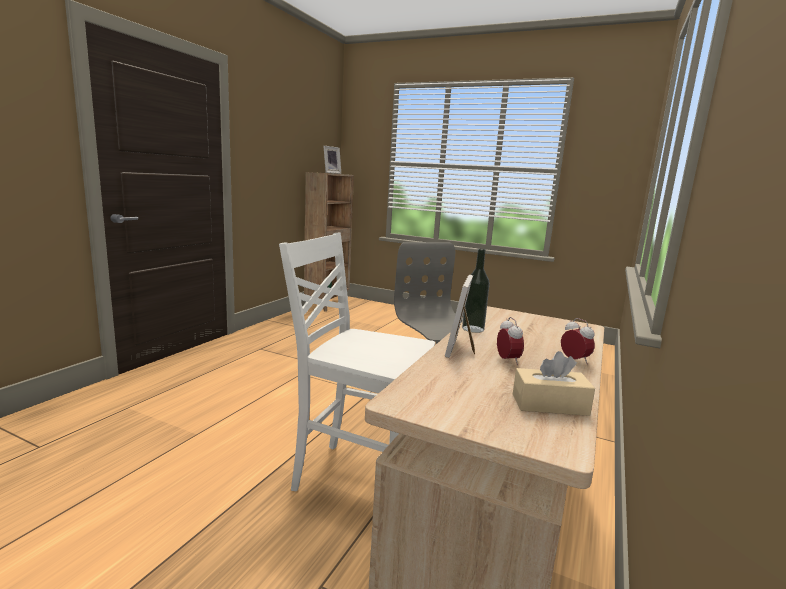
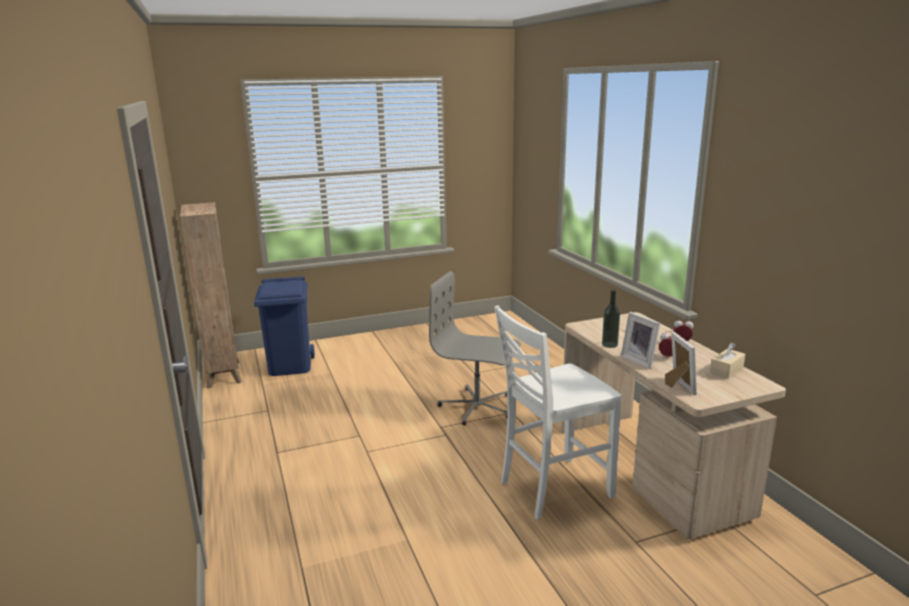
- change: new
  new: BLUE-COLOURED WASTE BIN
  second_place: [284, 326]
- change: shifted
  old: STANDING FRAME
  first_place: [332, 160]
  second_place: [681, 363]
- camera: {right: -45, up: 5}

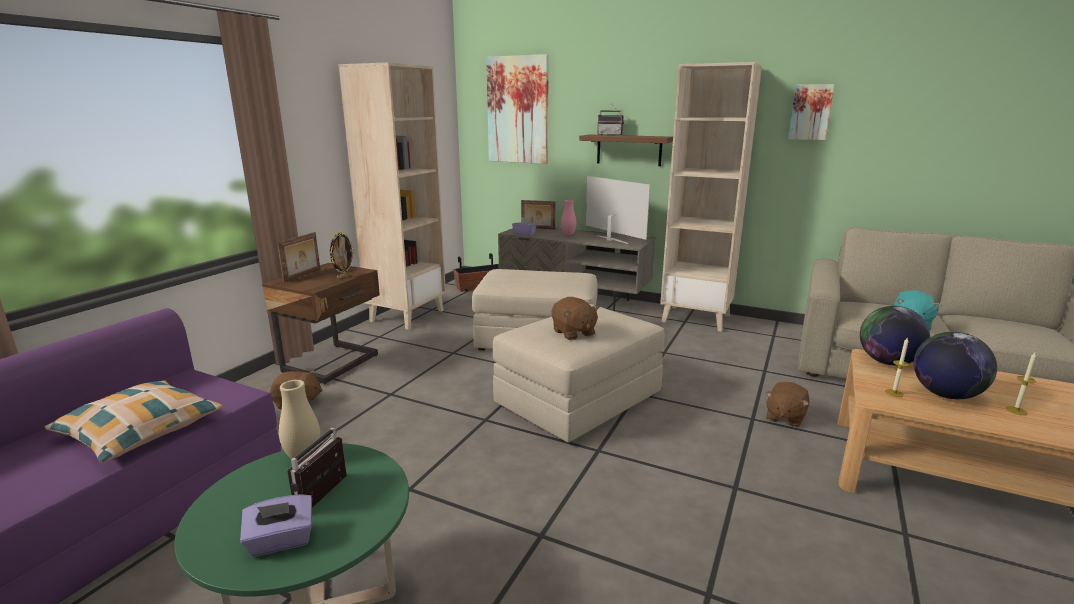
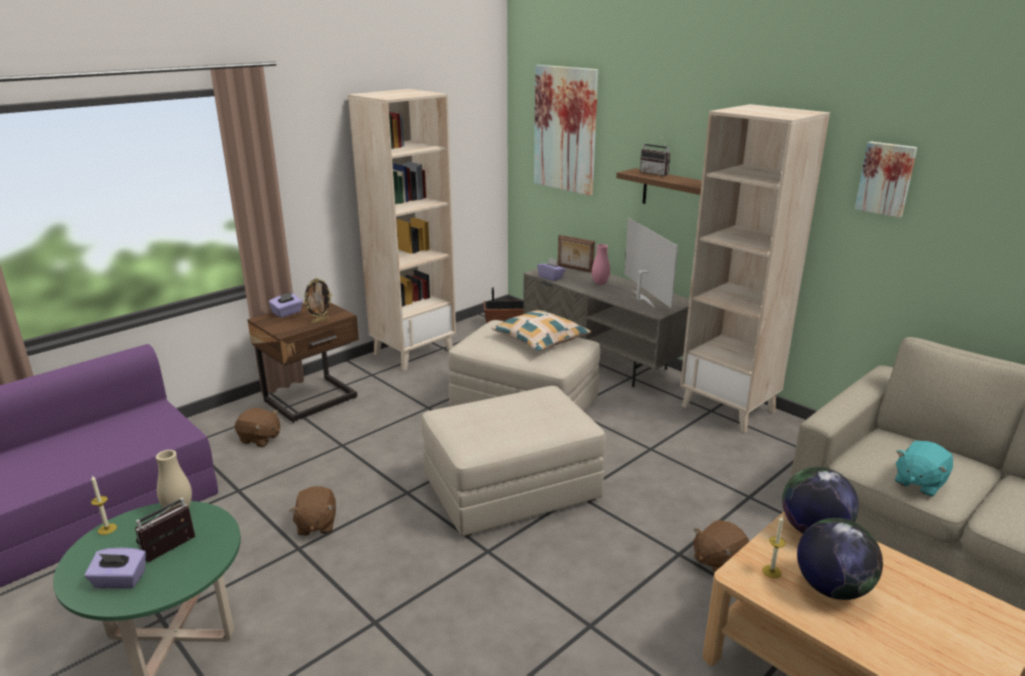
- change: shifted
  old: CUSHION
  first_place: [134, 421]
  second_place: [541, 331]
- change: shifted
  old: BROWNISH PLUSH TOY
  first_place: [575, 318]
  second_place: [313, 511]
- change: shifted
  old: CANDLE
  first_place: [1020, 384]
  second_place: [104, 505]
- change: swapped
  old: STANDING FRAME
  new: PURPLE TISSUE BOX
  first_place: [298, 257]
  second_place: [286, 305]
- camera: {right: 20, up: 5}

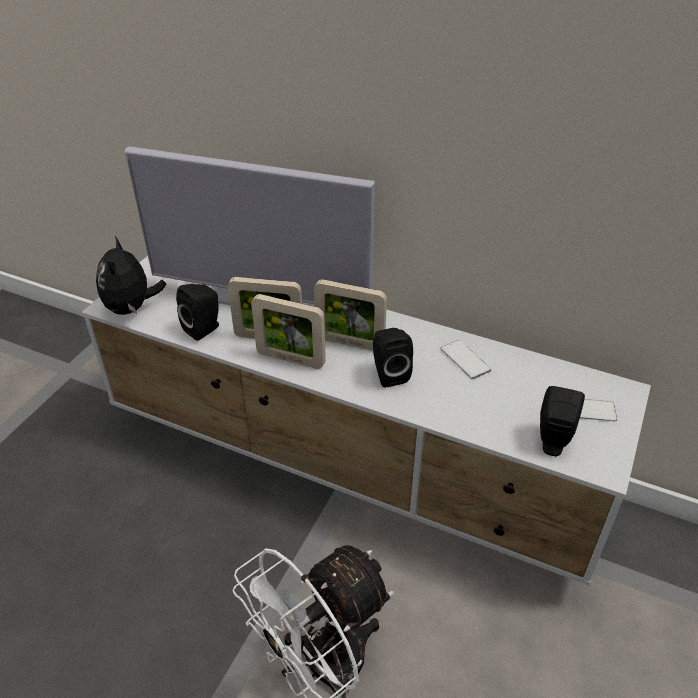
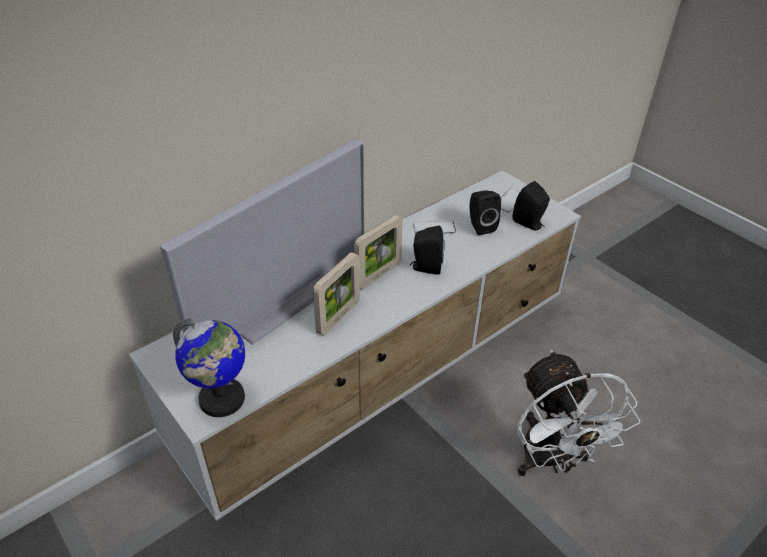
- change: gone
  old: STANDING FRAME
  first_place: [288, 331]
- change: shifted
  old: BLACK-COLOURED AUDIO SPEAKER
  first_place: [197, 312]
  second_place: [485, 212]
- change: swapped
  old: PLUSH TOY
  new: DESK GLOBE
  first_place: [131, 275]
  second_place: [209, 367]
- camera: {right: -65, up: 0}

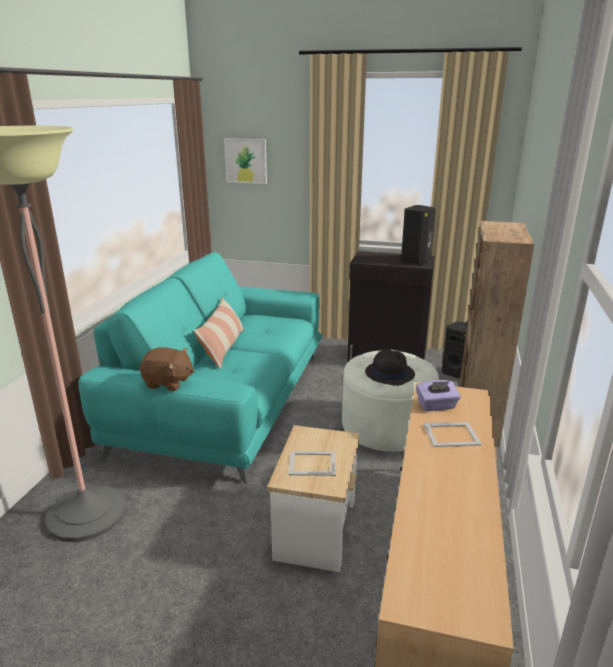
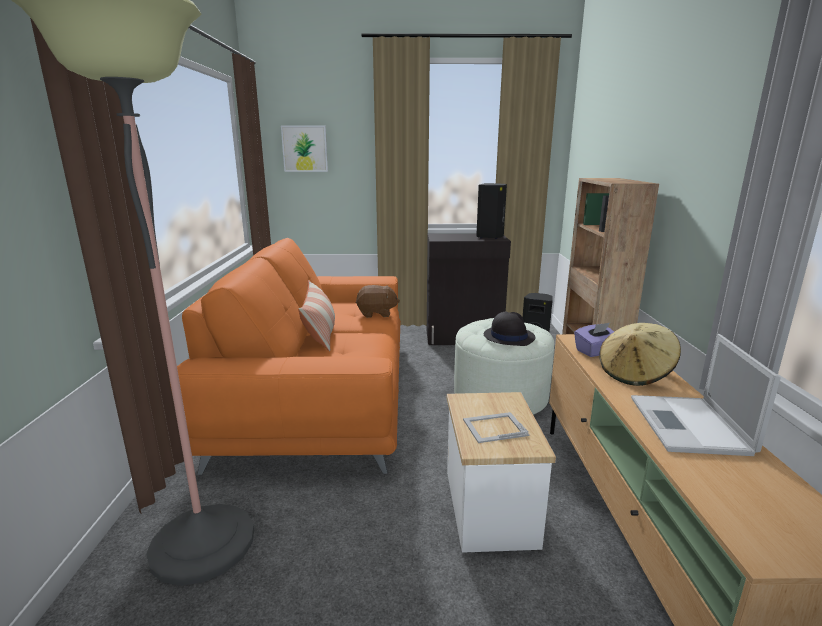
- change: new
  new: NOTEBOOK COMPUTER
  second_place: [706, 395]
- change: shifted
  old: BROWNISH PLUSH TOY
  first_place: [167, 369]
  second_place: [378, 301]
- change: swapped
  old: STANDING FRAME
  new: BEIGE-COLOURED HAT
  first_place: [453, 434]
  second_place: [640, 354]
- change: repainted
  old: BLUE-GREEN SOFA
  new: ORANGE SOFA
  first_place: [200, 368]
  second_place: [285, 356]
- camera: {right: -15, up: -5}

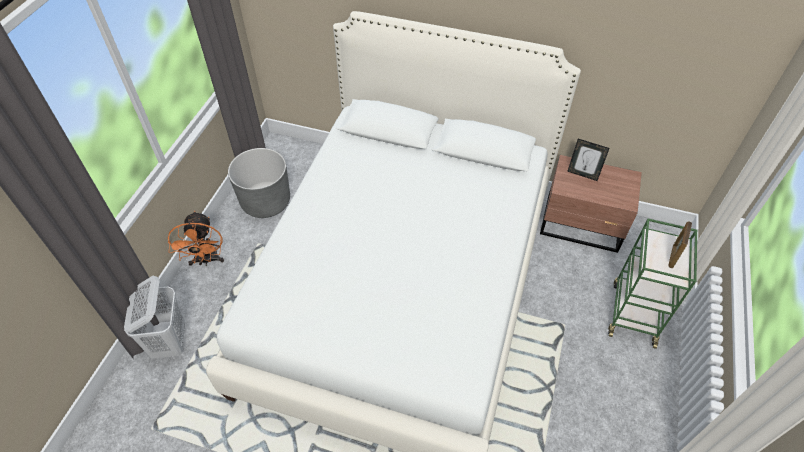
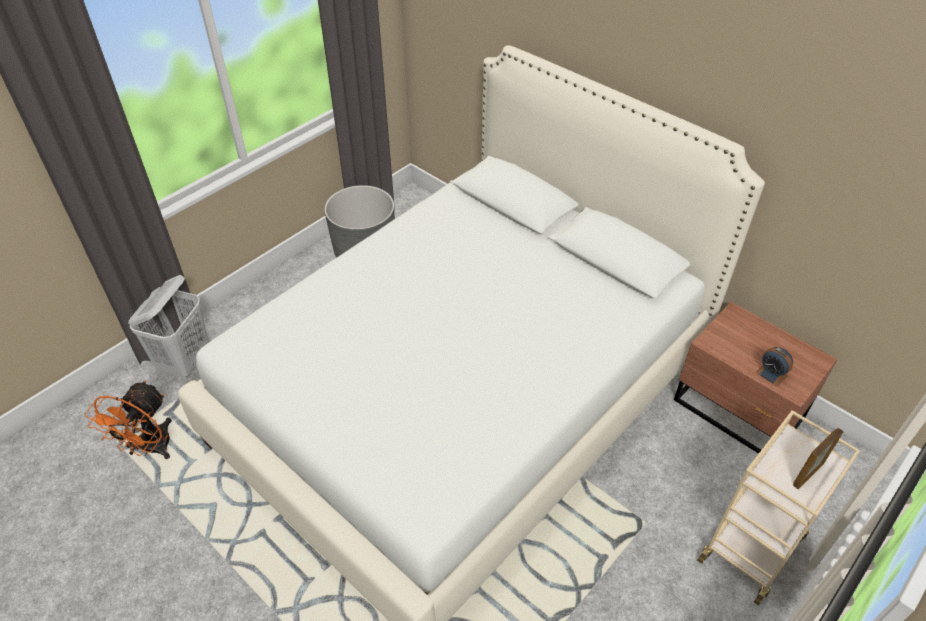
- change: gone
  old: STANDING FRAME
  first_place: [588, 160]
- change: new
  new: BEDSIDE CLOCK
  second_place: [774, 367]
- change: shifted
  old: ORANGE ELECTRIC FAN
  first_place: [196, 238]
  second_place: [128, 419]
- change: repainted
  old: GREEN-COLOURED WHEELED CART
  new: BEIGE-COLOURED WHEELED CART
  first_place: [652, 283]
  second_place: [778, 507]
- camera: {right: 25, up: -5}

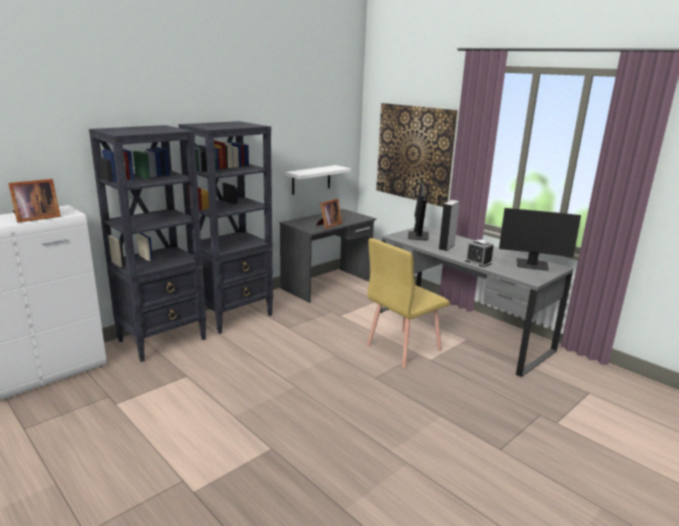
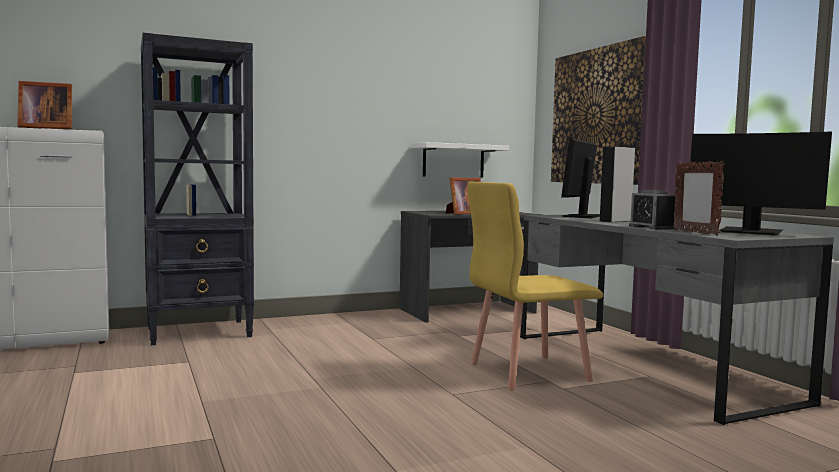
- change: gone
  old: BLACK-COLOURED BOOKCASE
  first_place: [225, 227]
- change: new
  new: STANDING FRAME
  second_place: [699, 198]
- camera: {right: 20, up: -15}

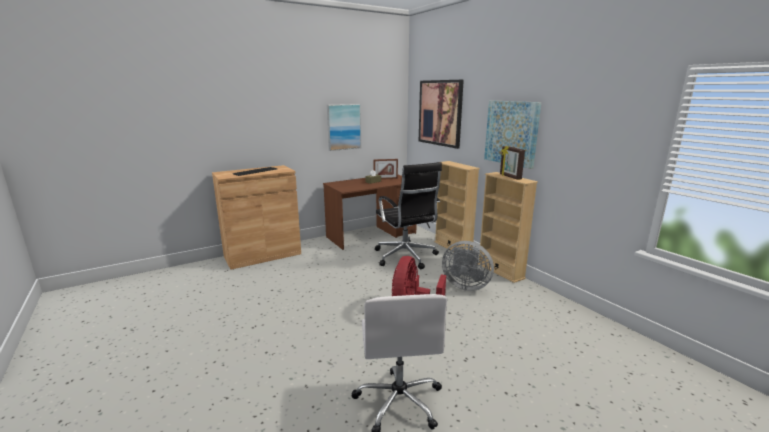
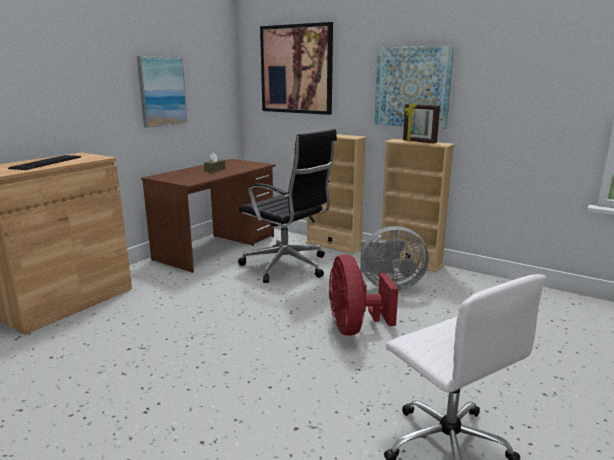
- change: gone
  old: STANDING FRAME
  first_place: [385, 169]
- camera: {right: -25, up: 0}

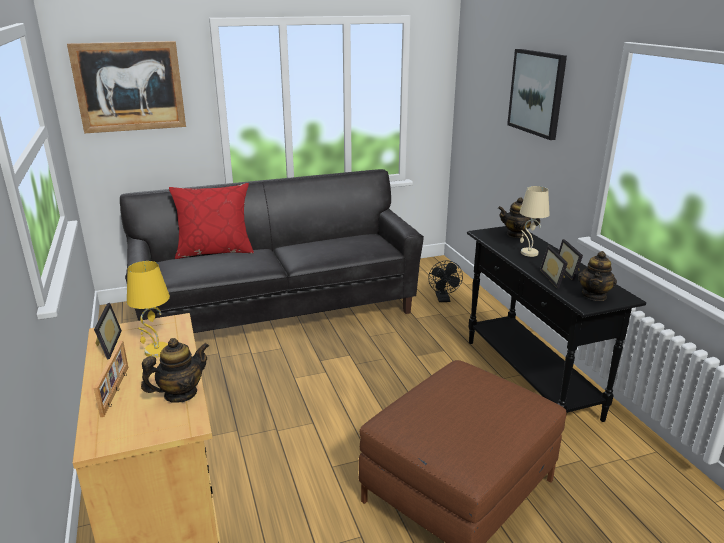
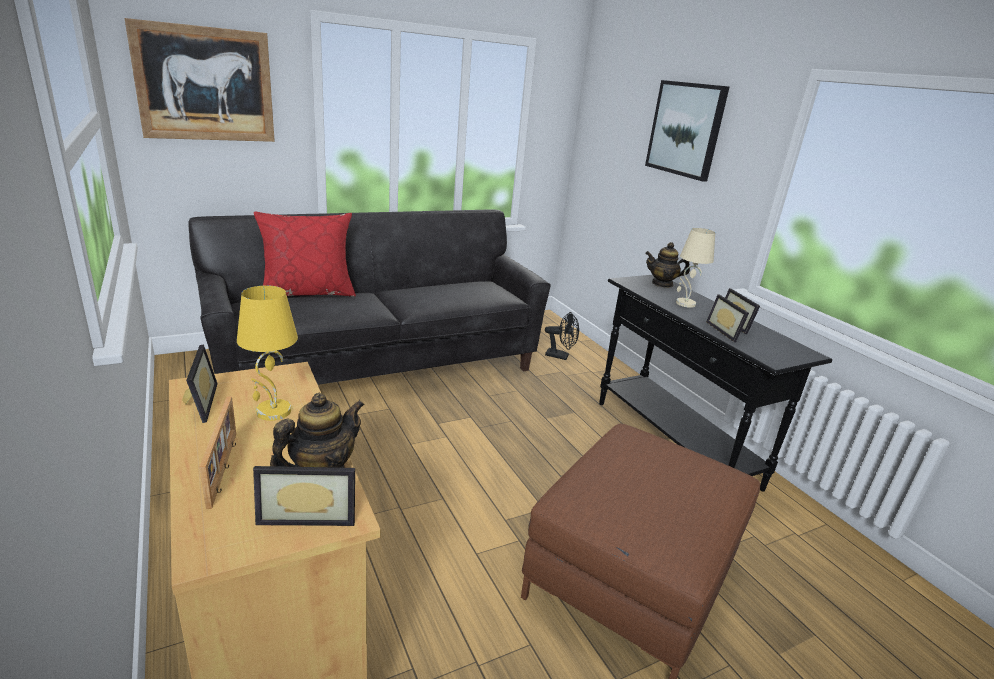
- change: gone
  old: TEA POT
  first_place: [597, 276]
- change: new
  new: STANDING FRAME
  second_place: [304, 496]
- change: rotated
  old: BLACK-COLOURED ELECTRIC FAN
  first_place: [445, 281]
  second_place: [562, 336]
  degrees: -60
- camera: {right: -10, up: 0}

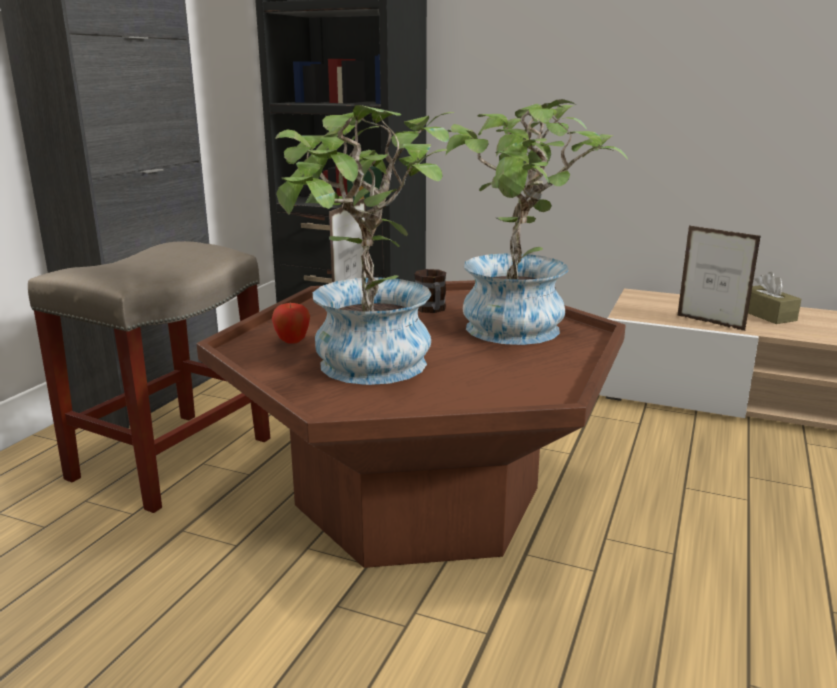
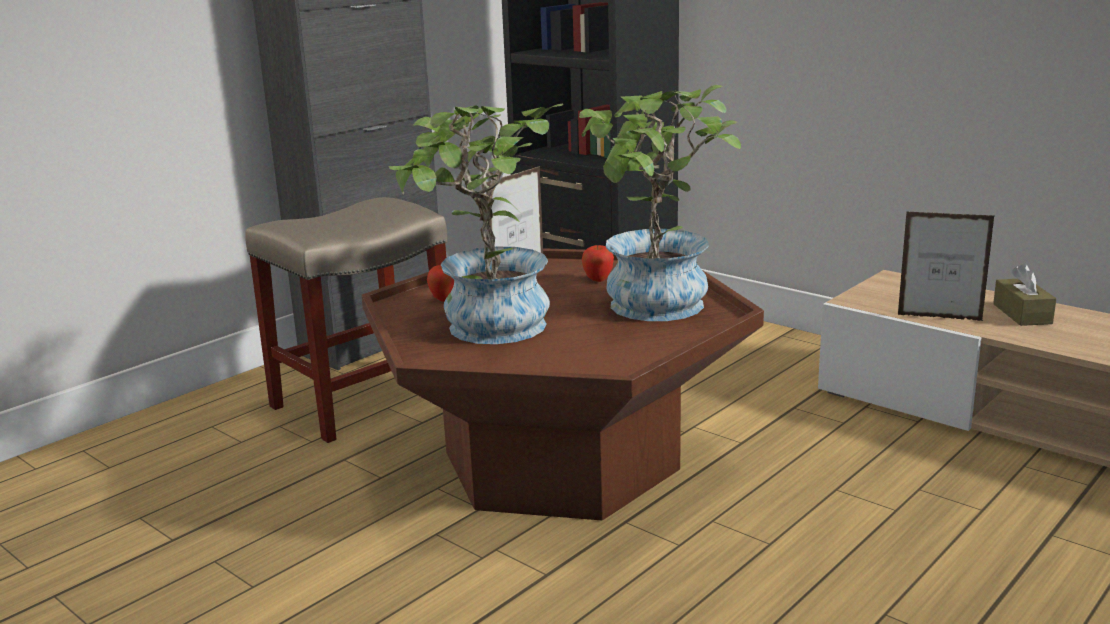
- change: swapped
  old: COFFEE MUG
  new: APPLE FRUIT
  first_place: [430, 291]
  second_place: [598, 263]
- change: rotated
  old: STANDING FRAME
  first_place: [719, 278]
  second_place: [946, 266]
  degrees: -45
- camera: {right: 20, up: 0}

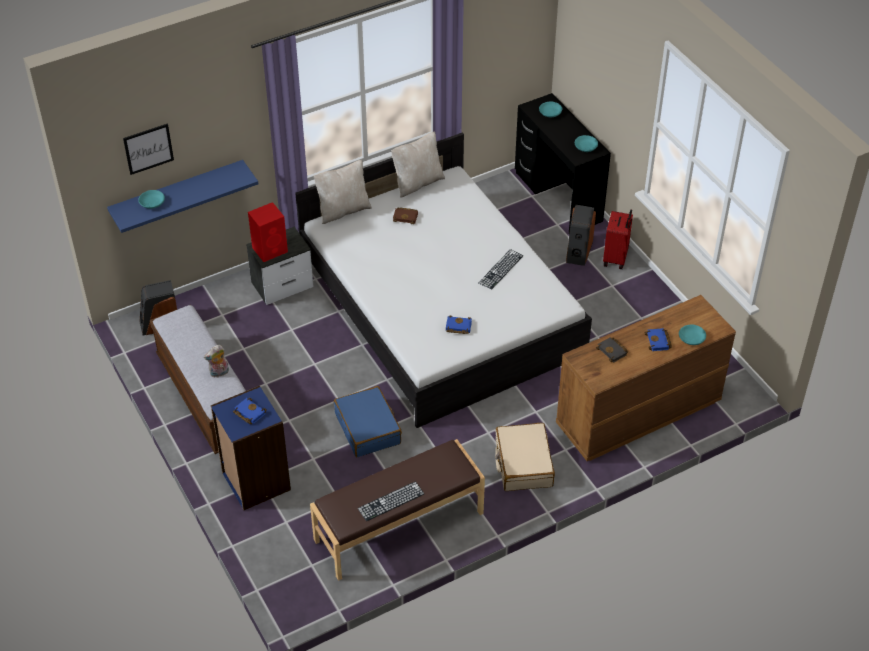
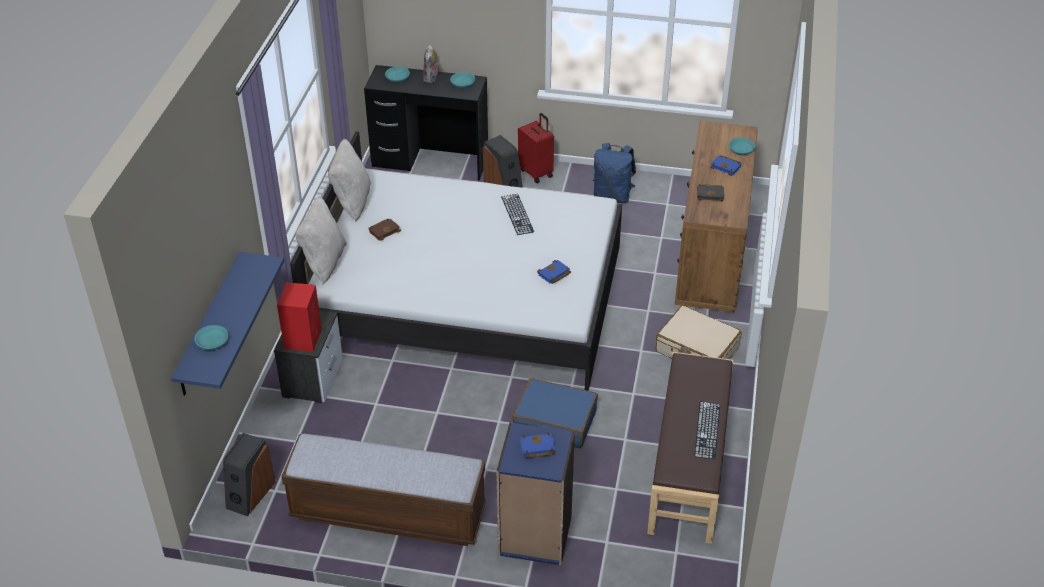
- change: gone
  old: PICTURE
  first_place: [148, 149]
- change: new
  new: BLUE-COLOURED KNAPSACK
  second_place: [614, 173]
- change: shifted
  old: PLUSH TOY
  first_place: [216, 361]
  second_place: [431, 64]
- camera: {right: -50, up: -5}

